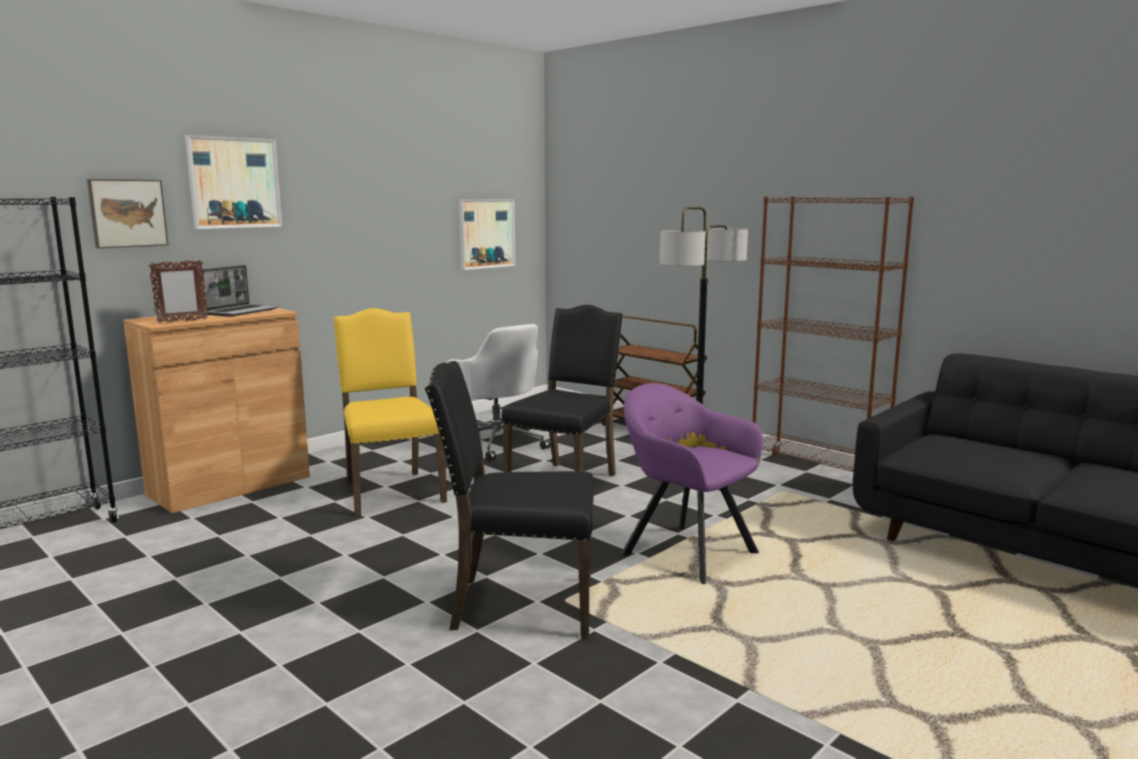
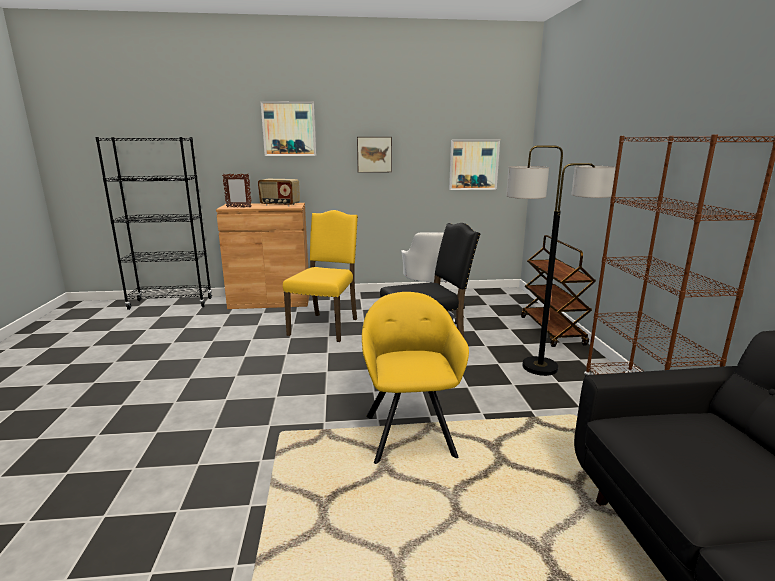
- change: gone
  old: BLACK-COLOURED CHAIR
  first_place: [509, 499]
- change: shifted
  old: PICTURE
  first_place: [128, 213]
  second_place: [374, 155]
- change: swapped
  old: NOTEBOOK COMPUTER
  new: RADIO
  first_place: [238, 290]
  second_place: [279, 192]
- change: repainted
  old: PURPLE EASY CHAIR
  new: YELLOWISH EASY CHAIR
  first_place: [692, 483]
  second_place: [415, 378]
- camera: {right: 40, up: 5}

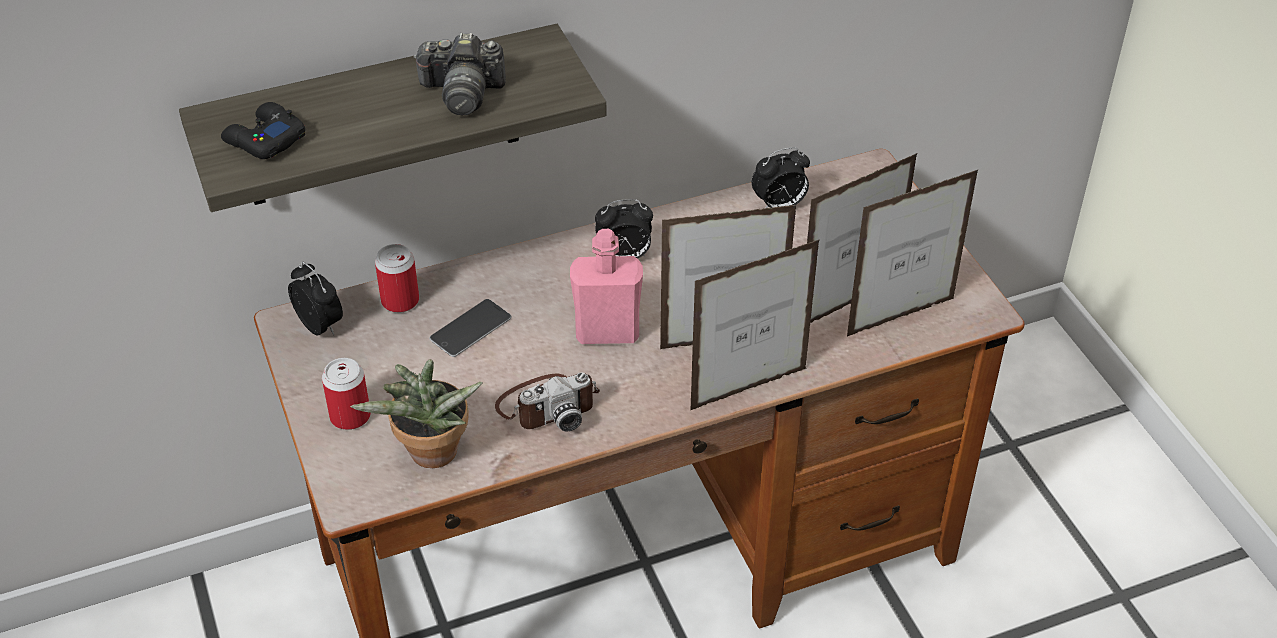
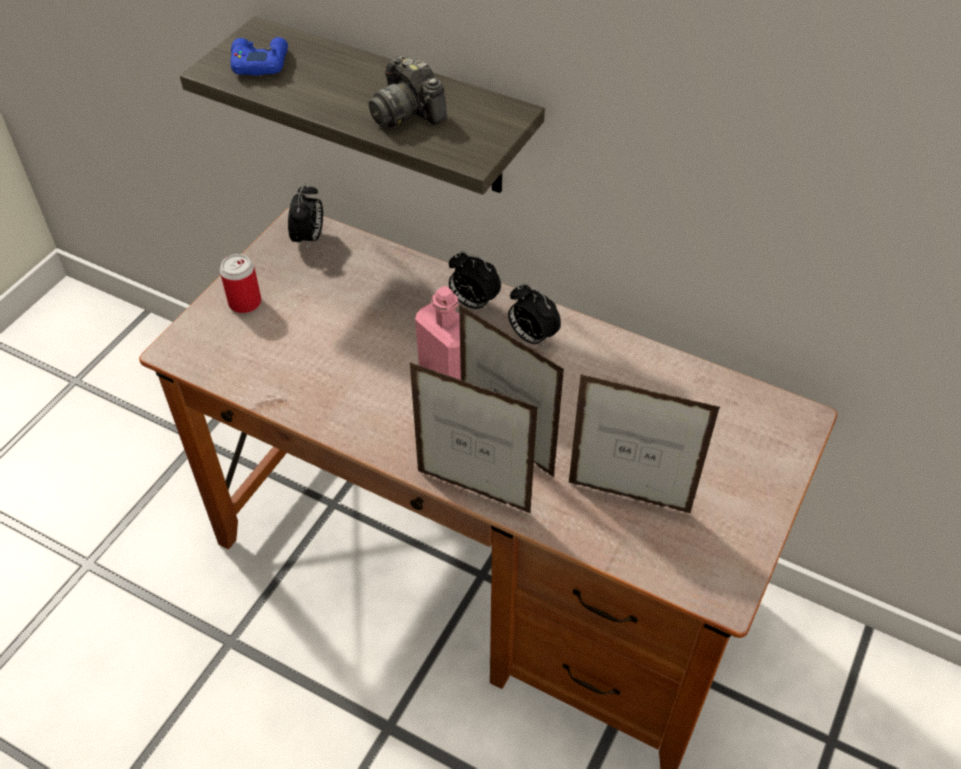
- change: gone
  old: HOUSEPLANT
  first_place: [416, 413]
- change: gone
  old: METAL CAN
  first_place: [397, 278]
- change: gone
  old: HANDSET
  first_place: [470, 328]
- change: gone
  old: STILL CAMERA
  first_place: [547, 402]
- change: gone
  old: STANDING FRAME
  first_place: [913, 253]
- change: shifted
  old: BEDSIDE CLOCK
  first_place: [781, 177]
  second_place: [475, 281]
- change: repainted
  old: BLACK-COLOURED JOYPAD
  new: BLUE-COLOURED JOYPAD
  first_place: [263, 130]
  second_place: [259, 56]
- camera: {right: 50, up: 5}

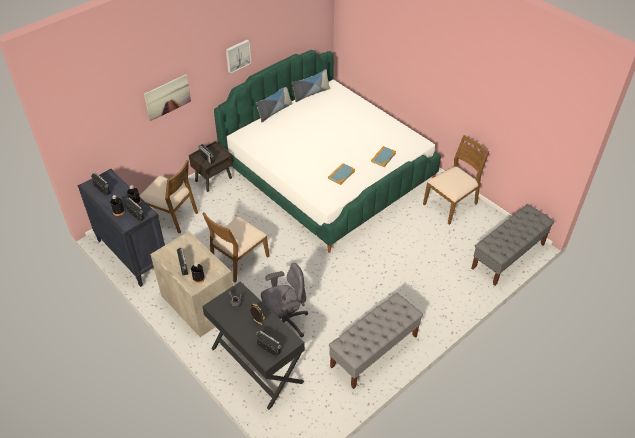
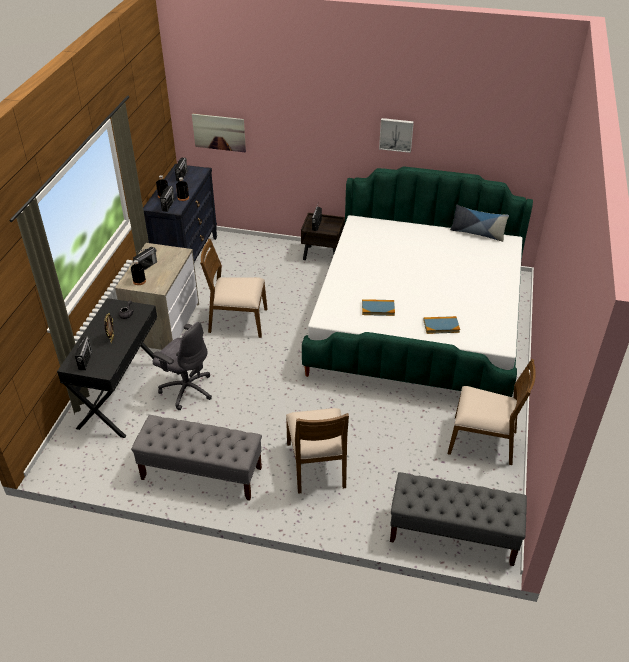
- change: gone
  old: CUSHION
  first_place: [274, 104]
- change: shifted
  old: BROWNISH CHAIR
  first_place: [169, 197]
  second_place: [317, 451]
- change: shifted
  old: PICTURE
  first_place: [167, 97]
  second_place: [219, 133]
- camera: {right: 55, up: -5}

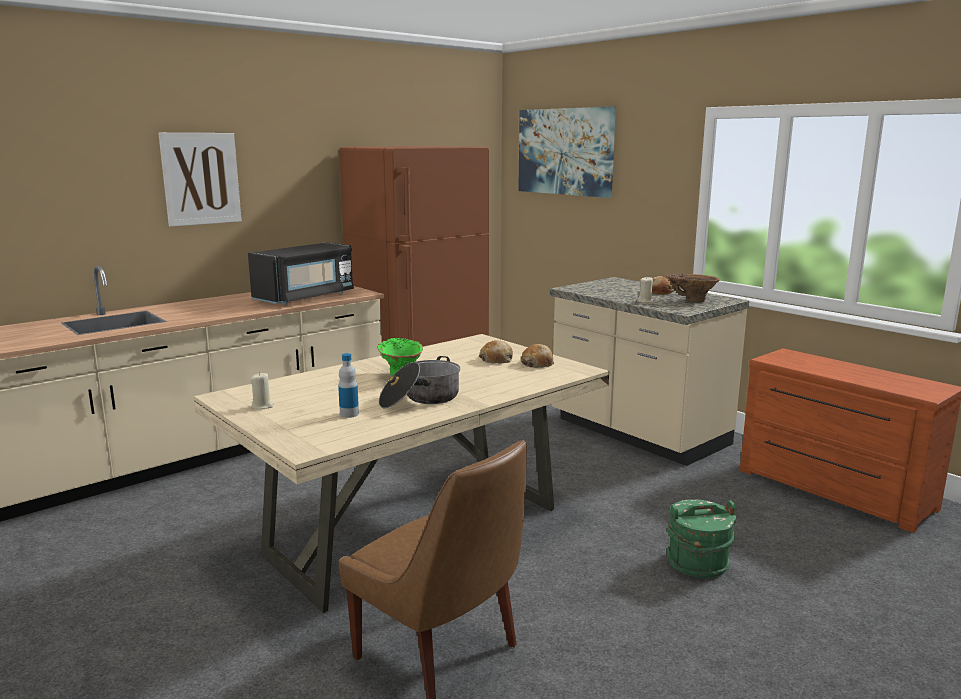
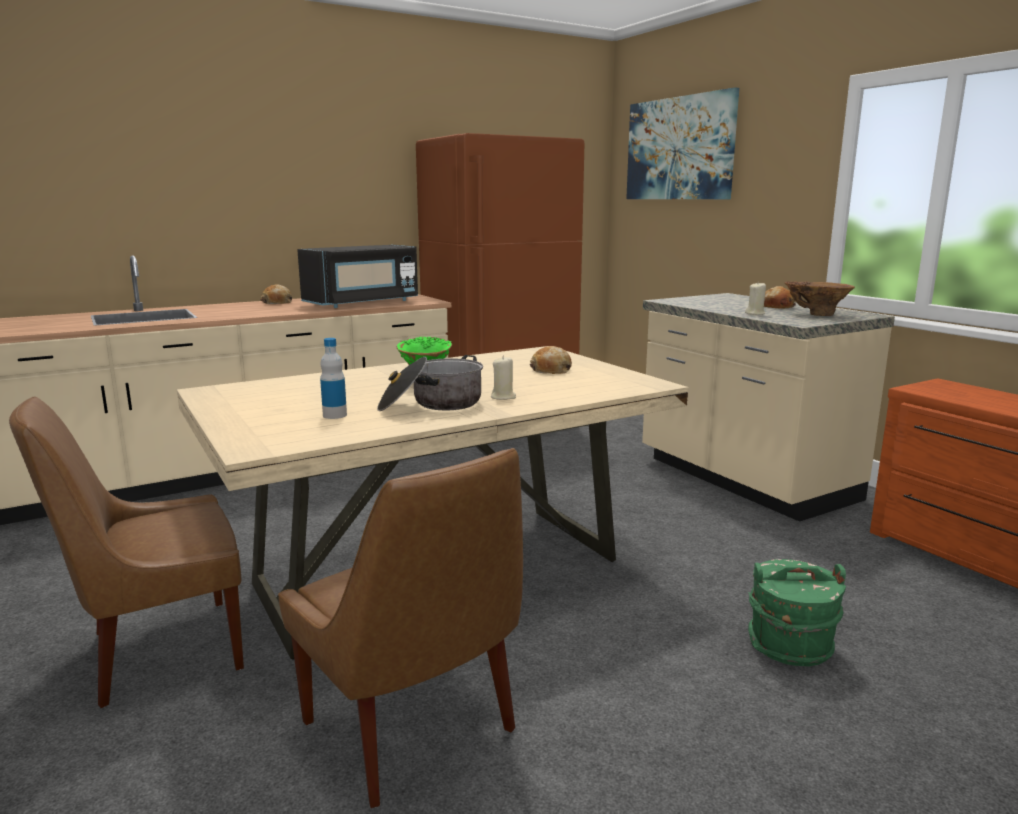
- change: gone
  old: PICTURE
  first_place: [200, 180]
- change: new
  new: BROWNISH CHAIR
  second_place: [126, 552]
- change: shifted
  old: BEIGE-COLOURED CANDLE
  first_place: [262, 391]
  second_place: [503, 378]
- change: shifted
  old: BAKERY BREAD
  first_place: [537, 356]
  second_place: [276, 294]
- camera: {right: 10, up: 0}

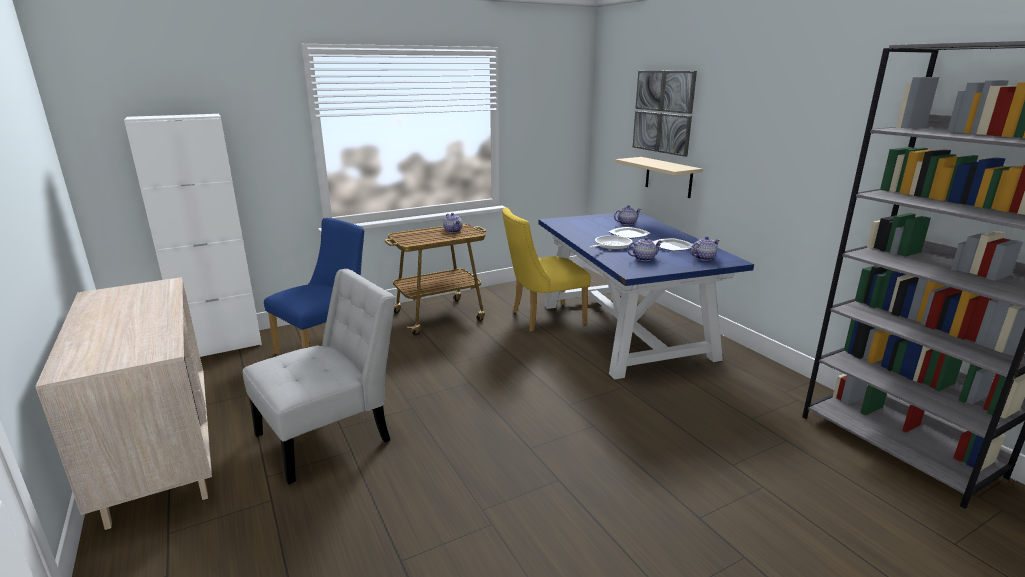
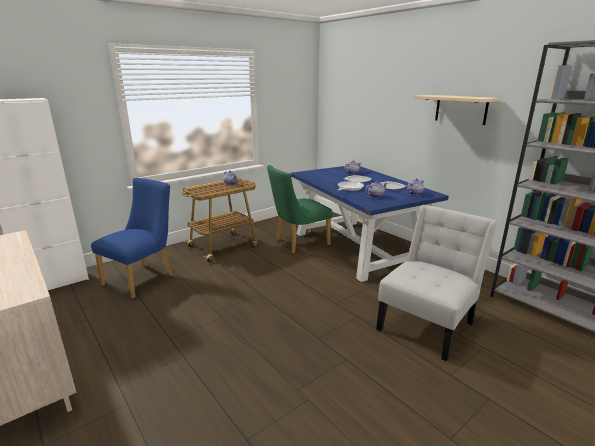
- change: gone
  old: PICTURE
  first_place: [665, 114]
- change: shifted
  old: WHITE CHAIR
  first_place: [319, 376]
  second_place: [436, 283]
- change: shifted
  old: BEIGE-COLOURED SHELF
  first_place: [659, 177]
  second_place: [457, 110]
- change: repainted
  old: YELLOWISH CHAIR
  new: GREEN-COLOURED CHAIR
  first_place: [546, 269]
  second_place: [299, 209]
- camera: {right: -10, up: 0}

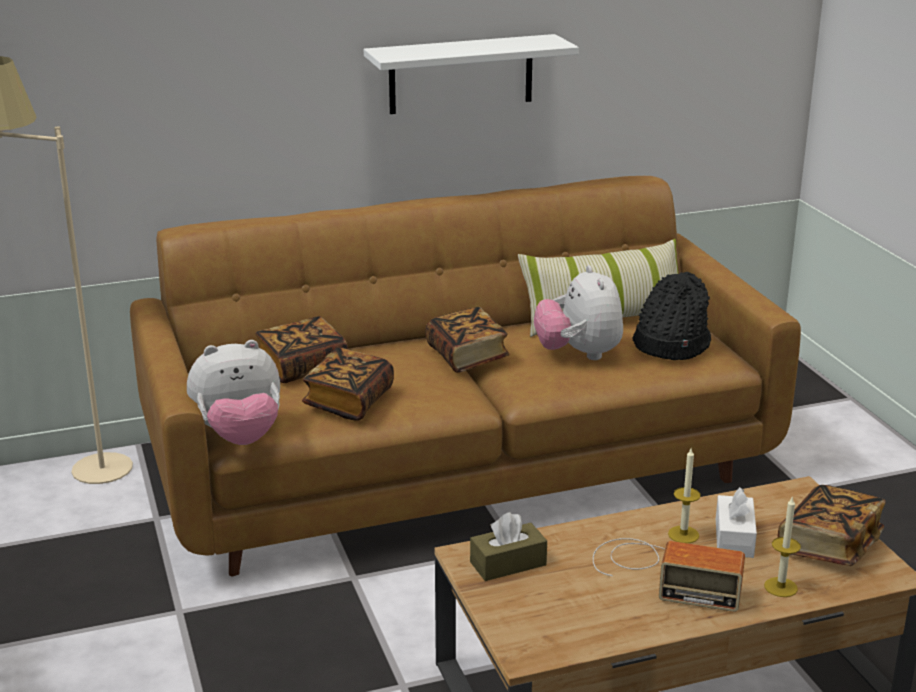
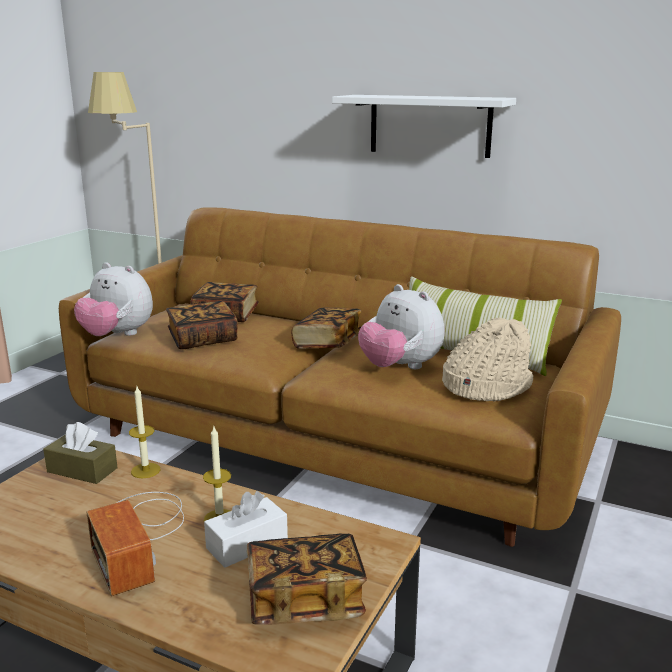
- change: shifted
  old: CANDLE
  first_place: [782, 546]
  second_place: [144, 432]
- change: repainted
  old: BLACK-COLOURED HAT
  new: BEIGE-COLOURED HAT
  first_place: [672, 316]
  second_place: [487, 360]
- change: rotated
  old: PLUSH TOY
  first_place: [578, 312]
  second_place: [401, 326]
  degrees: -75
- camera: {right: 45, up: -5}

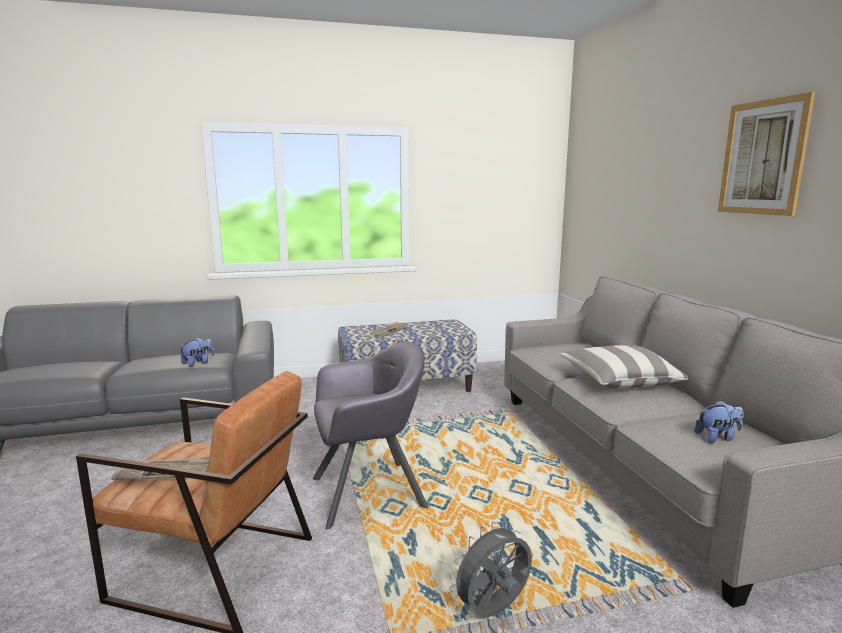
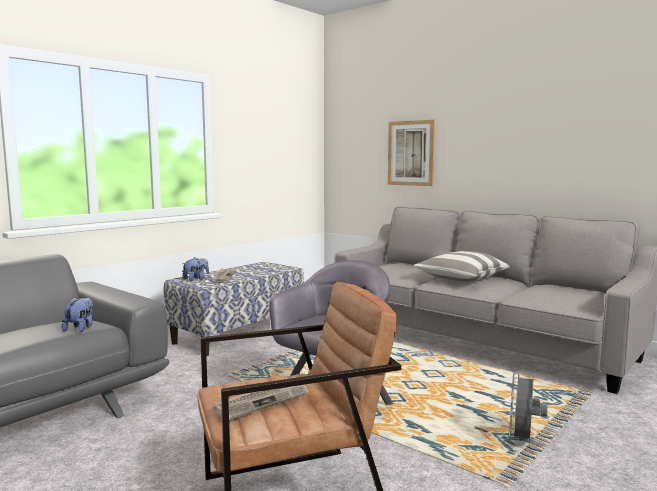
- change: shifted
  old: PLUSH TOY
  first_place: [719, 421]
  second_place: [195, 269]
- change: shifted
  old: PICTURE
  first_place: [766, 154]
  second_place: [411, 153]
- camera: {right: -35, up: -5}

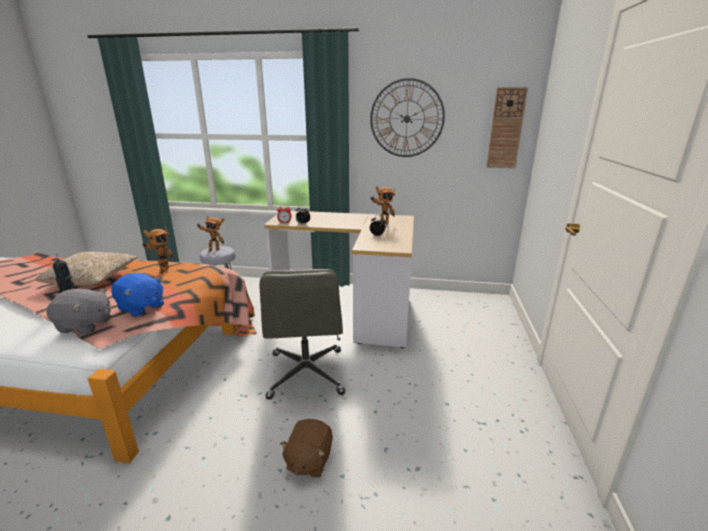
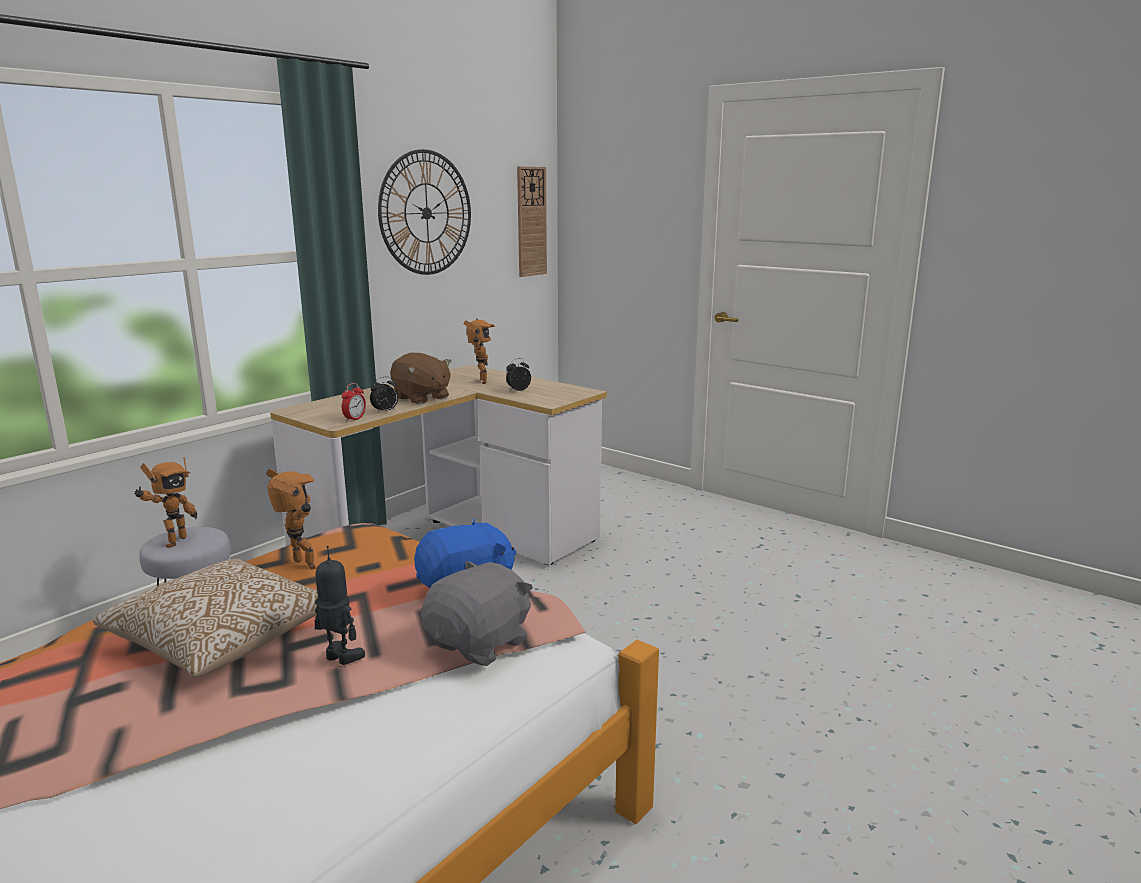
- change: gone
  old: GRAY OFFICE CHAIR
  first_place: [302, 334]
- change: shifted
  old: BROWNISH PLUSH TOY
  first_place: [306, 448]
  second_place: [421, 378]
- camera: {right: -60, up: -5}

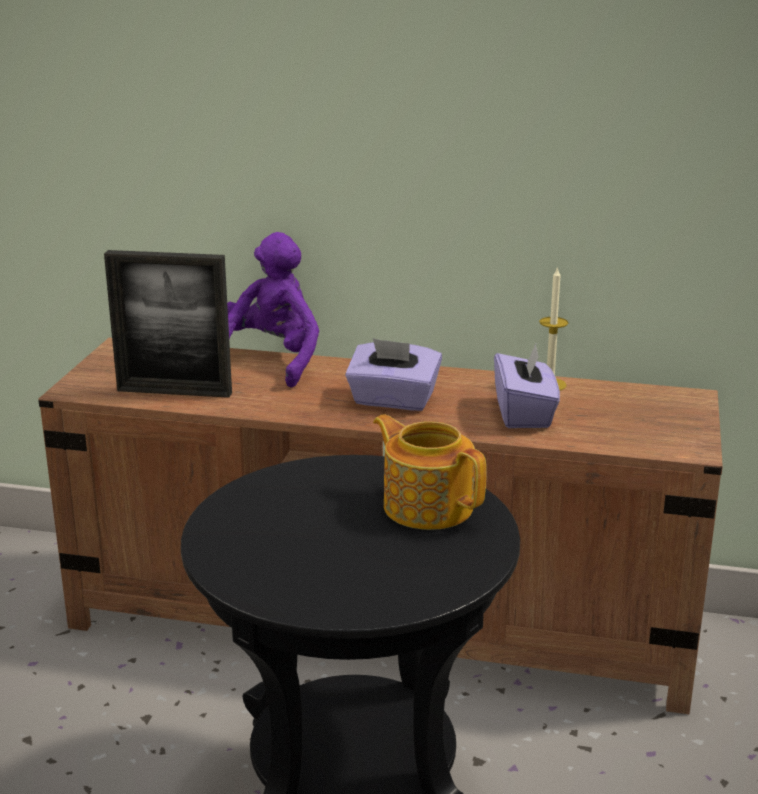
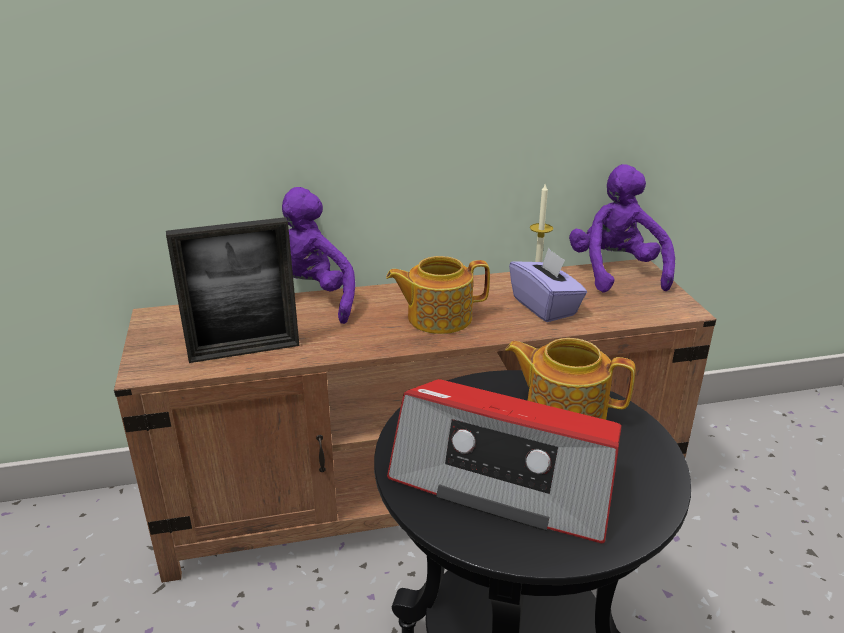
- change: new
  new: RADIO
  second_place: [504, 461]
- change: new
  new: PURPLE PLUSH TOY
  second_place: [622, 228]
- change: swapped
  old: PURPLE TISSUE BOX
  new: TEA POT
  first_place: [393, 374]
  second_place: [438, 295]
- camera: {right: -25, up: 5}

